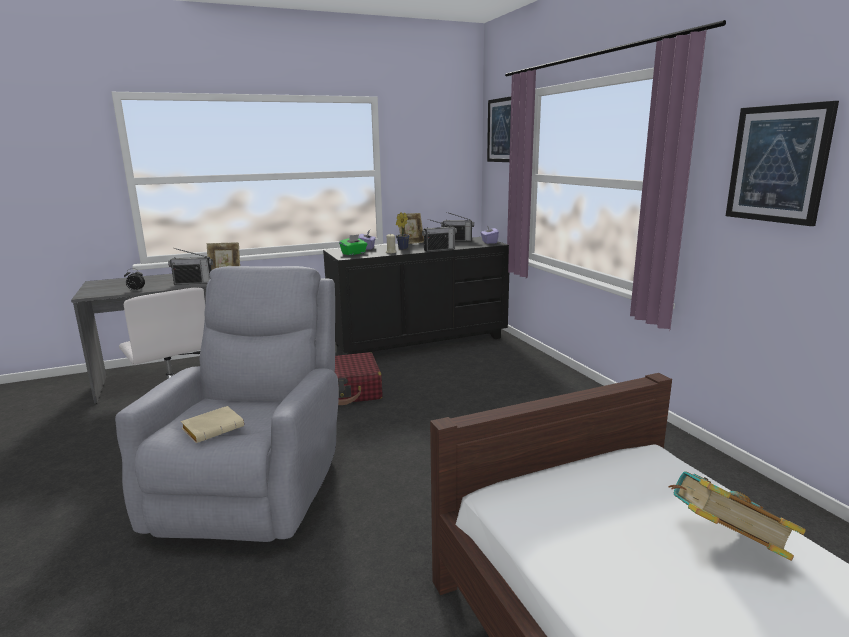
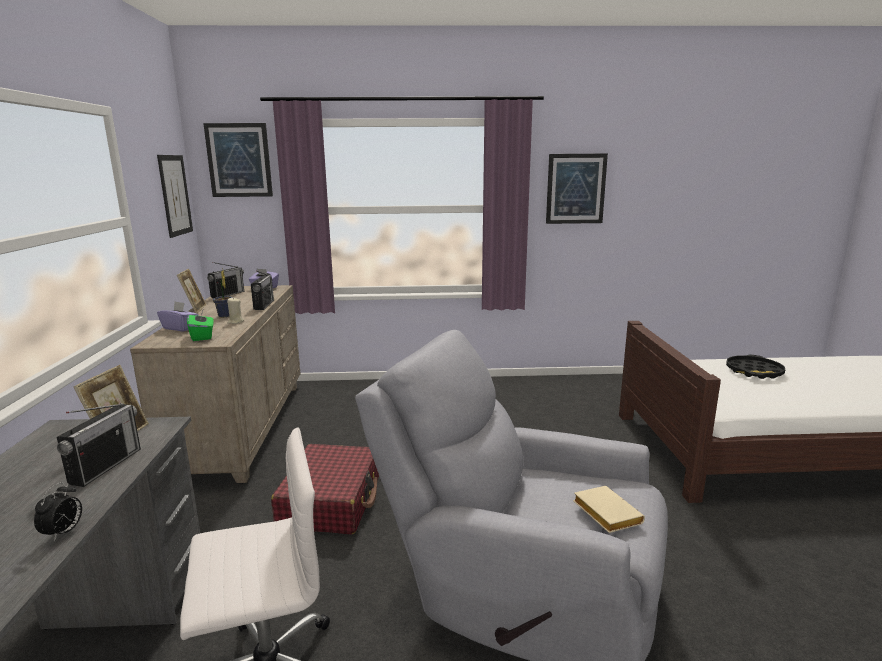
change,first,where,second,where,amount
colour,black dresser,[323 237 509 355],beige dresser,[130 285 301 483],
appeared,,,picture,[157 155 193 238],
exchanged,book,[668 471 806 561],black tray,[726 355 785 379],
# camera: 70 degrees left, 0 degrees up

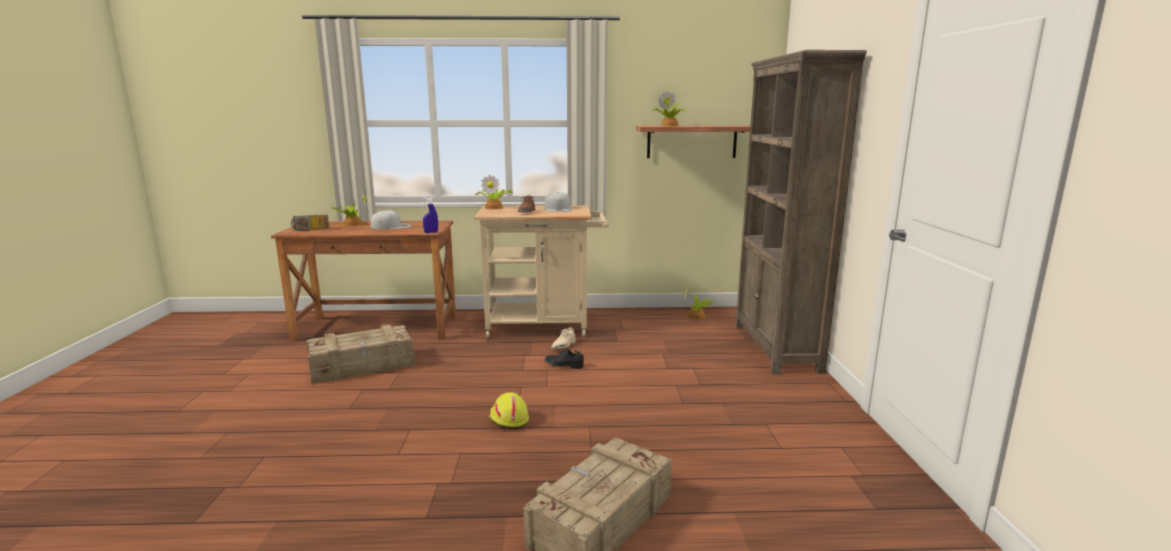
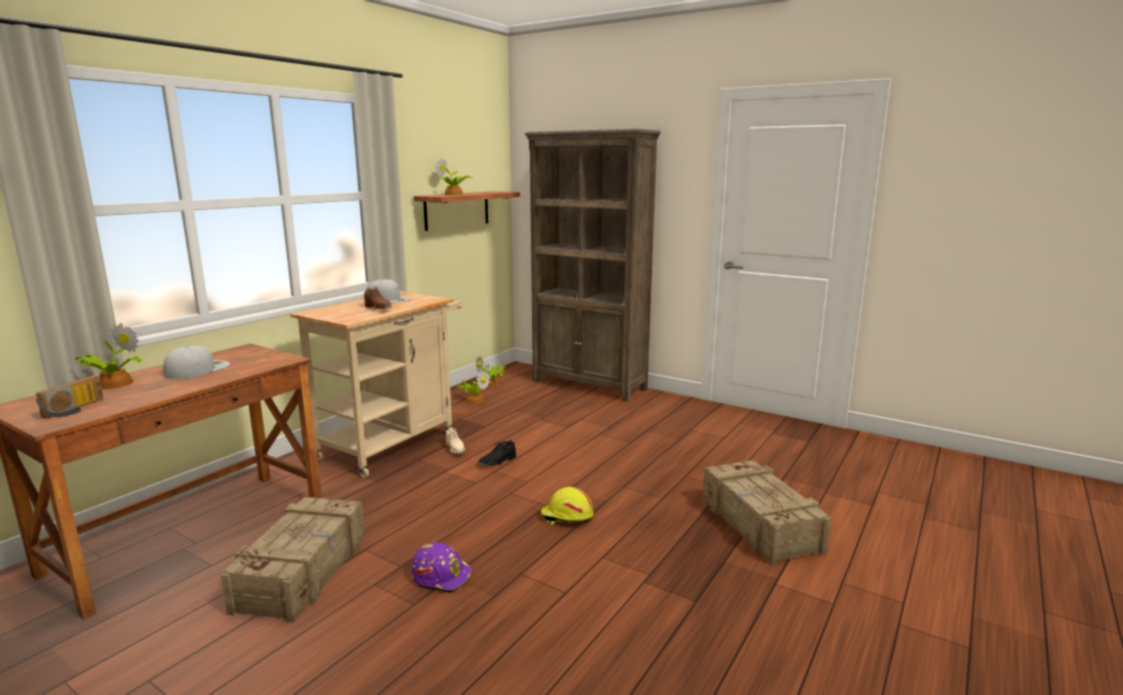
change,first,where,second,where,amount
appeared,,,purple hard hat,[411 542 472 593],
relocated,potted plant,[476 175 514 209],,[457 371 490 404],
missing,blue spray bottle,[423 197 438 233],,,
# camera: 55 degrees left, 0 degrees up

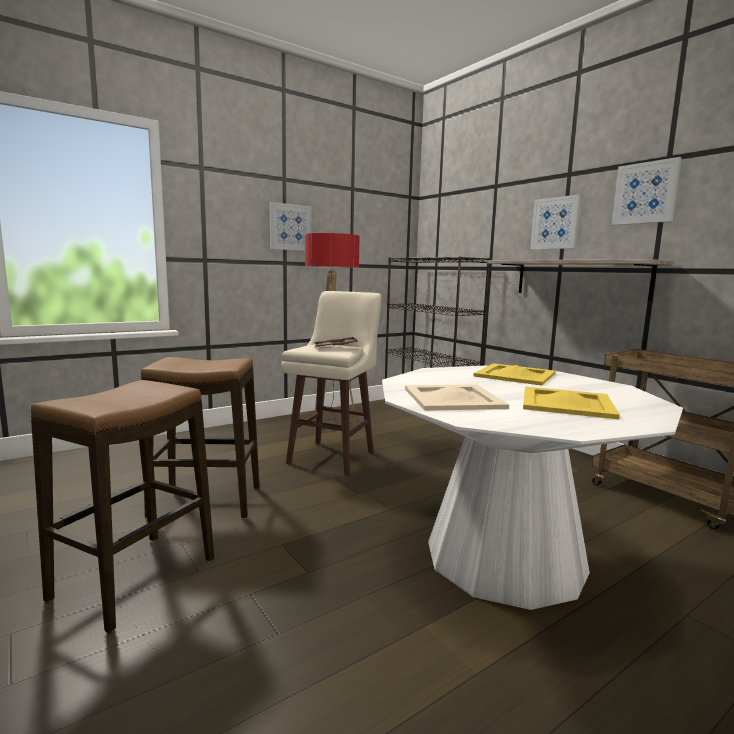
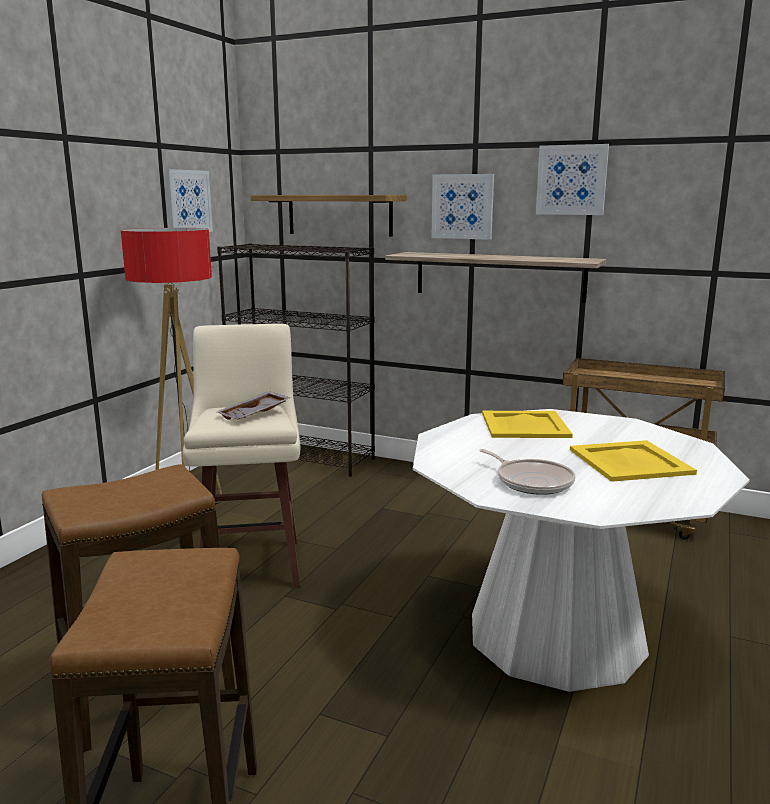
change,first,where,second,where,amount
relocated,picture,[270 202 311 251],,[165 169 213 232],
appeared,,,shelf,[251 195 407 236],
exchanged,beige tray,[405 385 509 410],frying pan,[479 449 575 495],
# camera: 30 degrees left, 5 degrees up

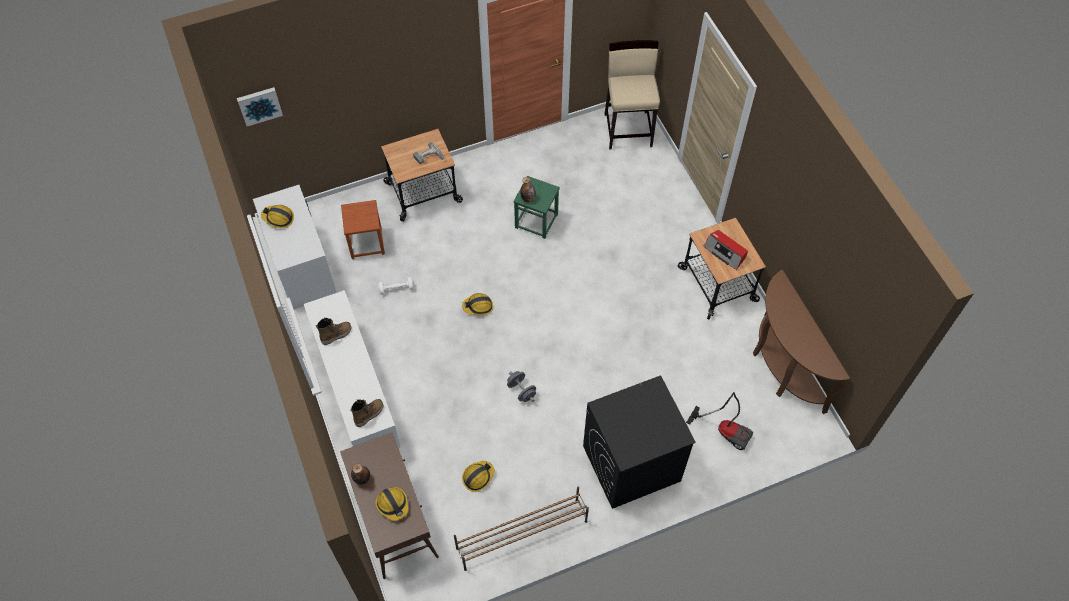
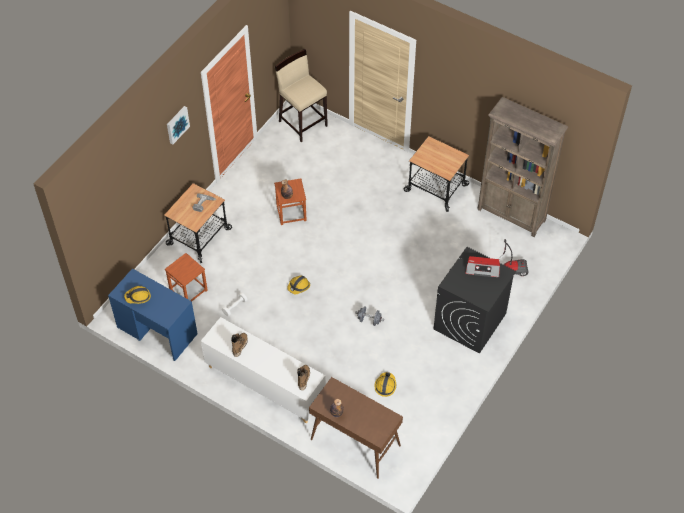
change,first,where,second,where,amount
colour,white desk,[253 185 337 309],blue desk,[108 268 198 361],
relocated,picture,[237 87 283 126],,[167 106 190 145],
colour,green stool,[513 176 560 239],brown stool,[274 179 307 225],
relocated,radio,[704 230 748 270],,[465 256 500 277],
exchanged,brown console table,[753 270 850 414],brown bookcase,[477 97 568 237],
missing,hard hat,[375 487 409 521],,,
missing,brown shoe rack,[454 486 589 571],,,
# camera: 35 degrees left, 5 degrees down

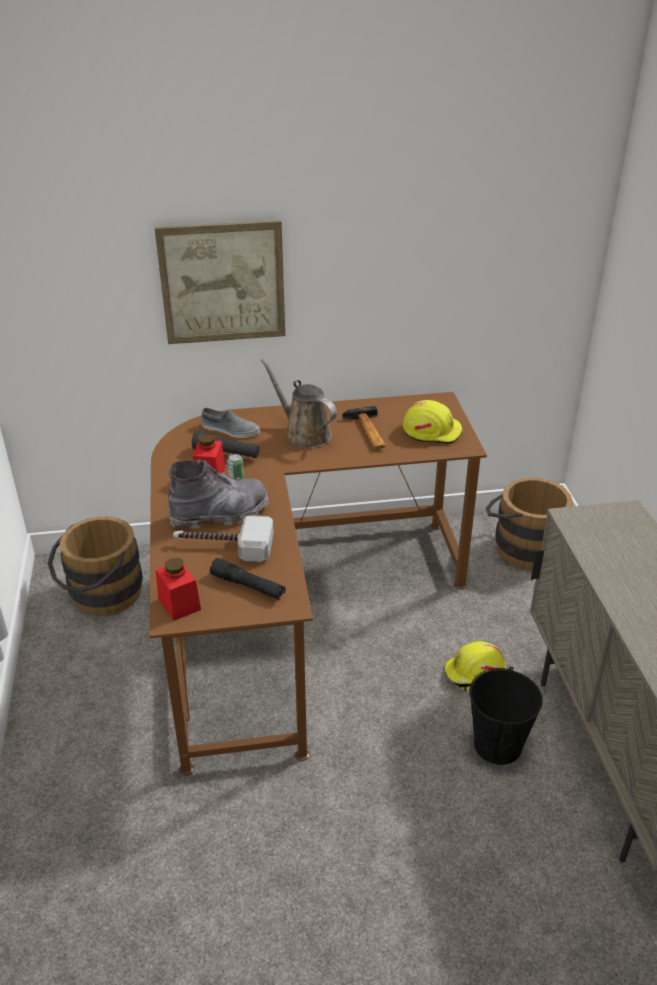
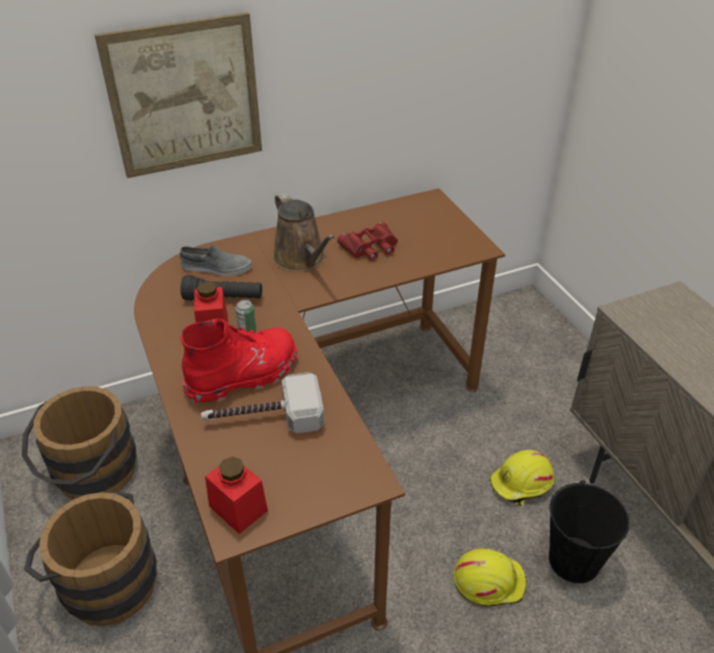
change,first,where,second,where,amount
relocated,brown bucket,[485 477 573 571],,[24 491 157 626],
colour,grey boot,[168 460 268 529],red boot,[181 319 297 404],
spun,brown watering can,[261 359 337 448],,[273 193 335 272],150 degrees counterclockwise
exchanged,hammer,[342 406 386 449],red binoculars,[337 221 398 261],
relocated,yellow hard hat,[403 400 462 444],,[453 548 527 606],
missing,black flashlight,[210 558 286 600],,,
# camera: 15 degrees left, 5 degrees up

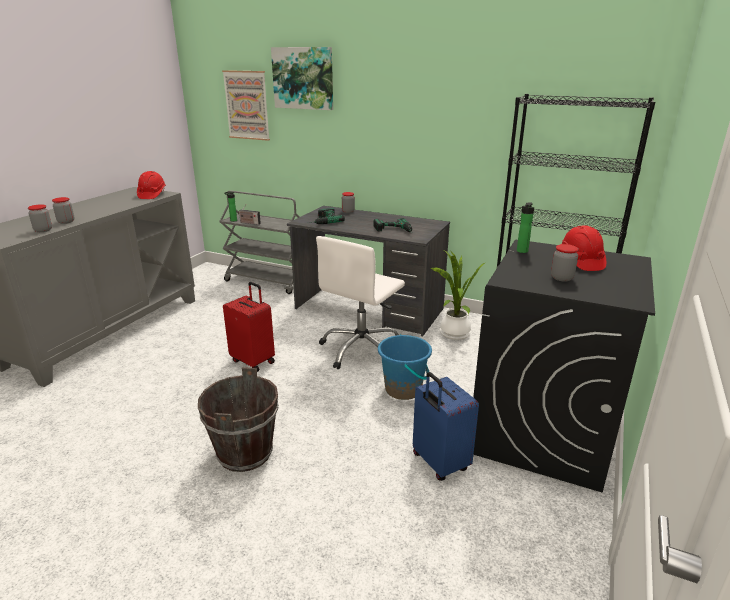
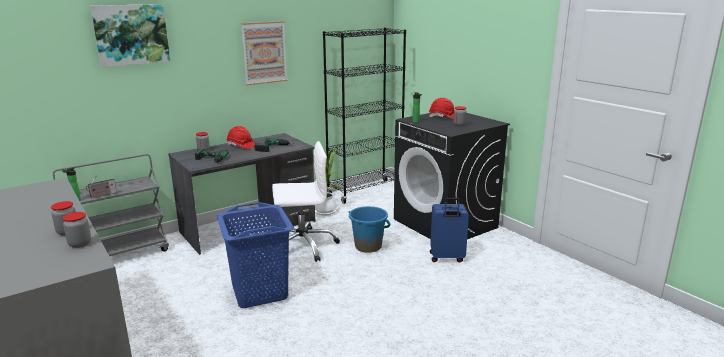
change,first,where,second,where,amount
exchanged,red suitcase,[223 282 275 372],blue laundry basket,[216 202 294 308],
relocated,red hard hat,[137 171 166 199],,[227 126 255 149],
relocated,picture,[222 70 270 141],,[241 21 287 85],
spun,white office chair,[316 236 405 369],,[271 141 340 262],75 degrees counterclockwise
missing,brown bucket,[198 367 279 472],,,
# camera: 60 degrees left, 5 degrees down

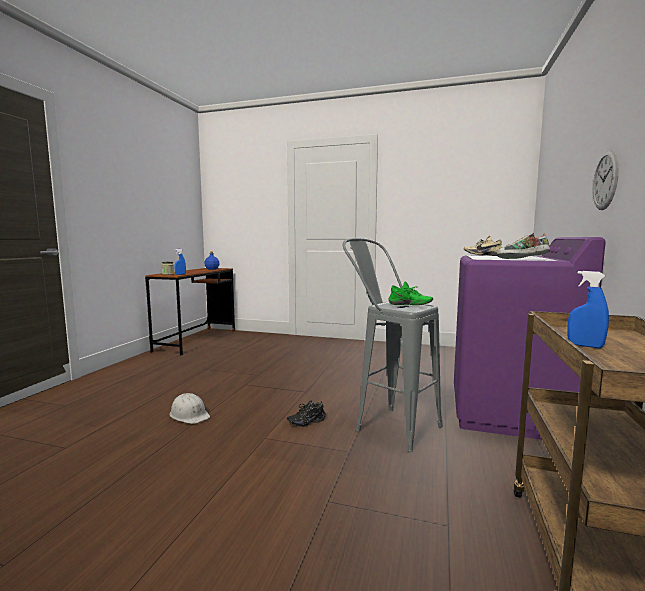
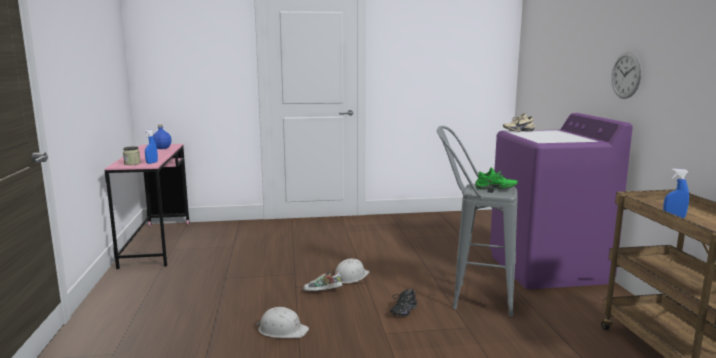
change,first,where,second,where,amount
colour,brown desk,[145 268 235 355],pink desk,[105 144 190 269],
relocated,shoe,[497 233 550 259],,[303 271 343 291],
appeared,,,white hard hat,[335 259 370 283],
# camera: 25 degrees left, 5 degrees up

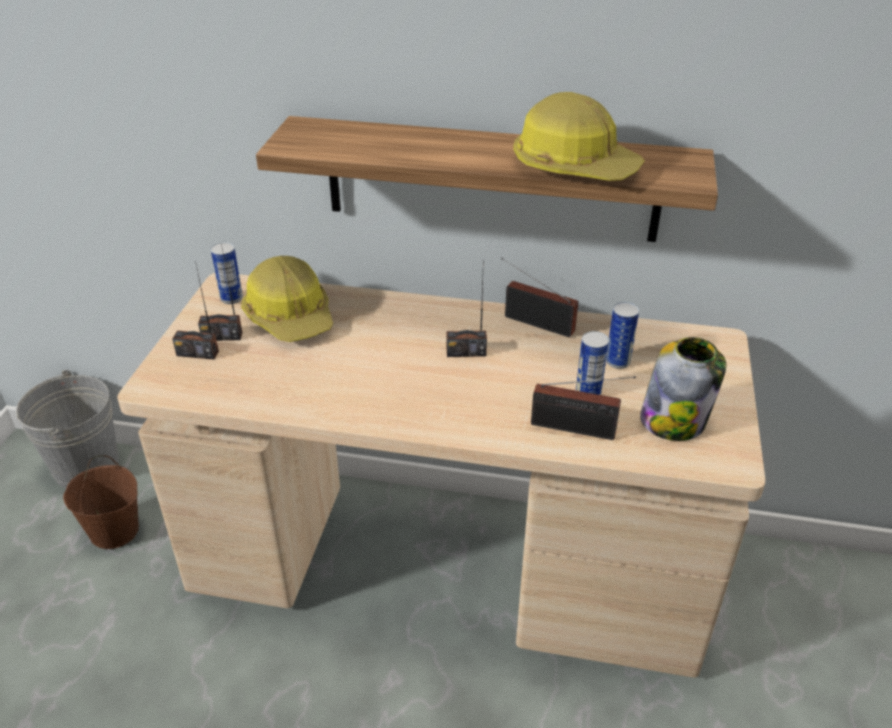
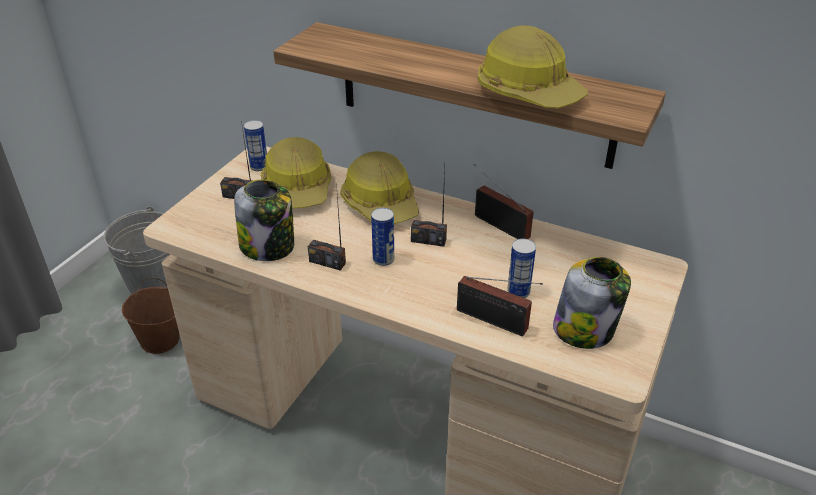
change,first,where,second,where,amount
appeared,,,jar,[234 180 294 261],
relocated,radio,[172 261 219 360],,[308 183 346 270],
appeared,,,hard hat,[340 151 419 224],
relocated,can,[606 302 639 369],,[371 208 394 266],
# camera: 15 degrees right, 0 degrees up

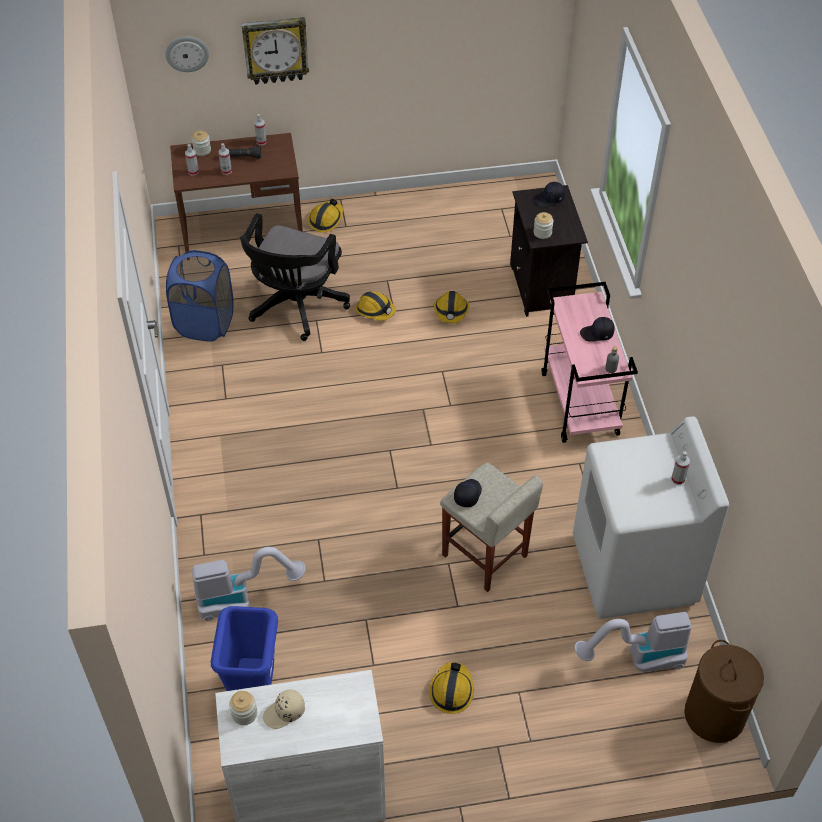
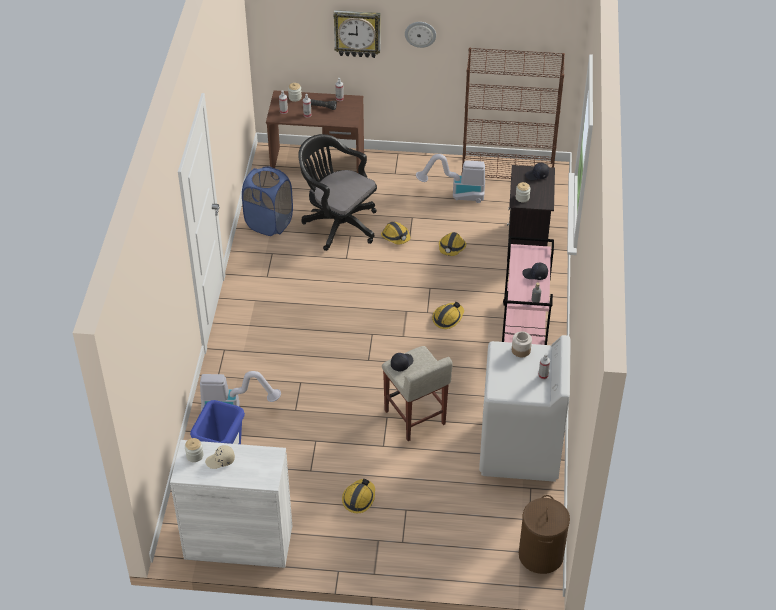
change,first,where,second,where,amount
spun,black office chair,[240 213 350 341],,[298 134 377 251],90 degrees clockwise
relocated,wall clock,[165 36 209 72],,[405 22 436 48],
relocated,vacuum cleaner,[574 612 692 672],,[416 154 485 203],
relocated,hard hat,[308 199 343 232],,[432 302 464 329],
appeared,,,brown bookcase,[462 48 565 179],
appeared,,,jar,[512 331 532 357],
# camera: 15 degrees right, 5 degrees down

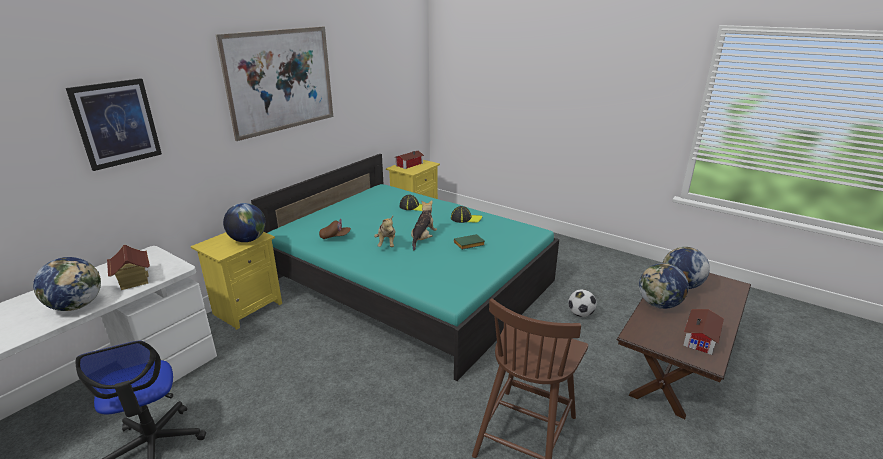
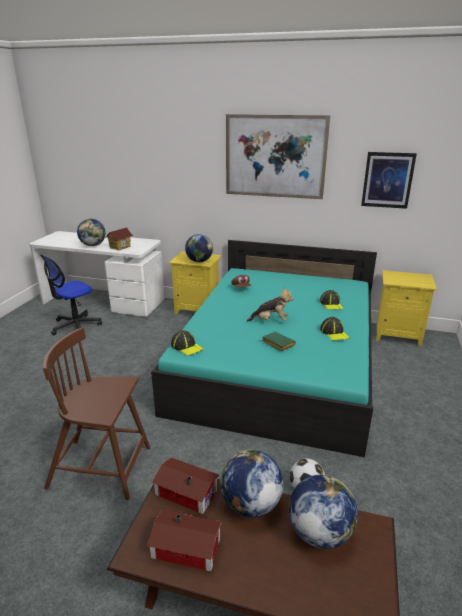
change,first,where,second,where,amount
relocated,toy house,[395 150 424 169],,[151 458 219 514],
appeared,,,cap,[171 330 203 356],
relocated,picture,[66 78 162 171],,[361 152 417 209],
missing,plush toy,[374 216 395 247],,,
# camera: 70 degrees right, 0 degrees up

